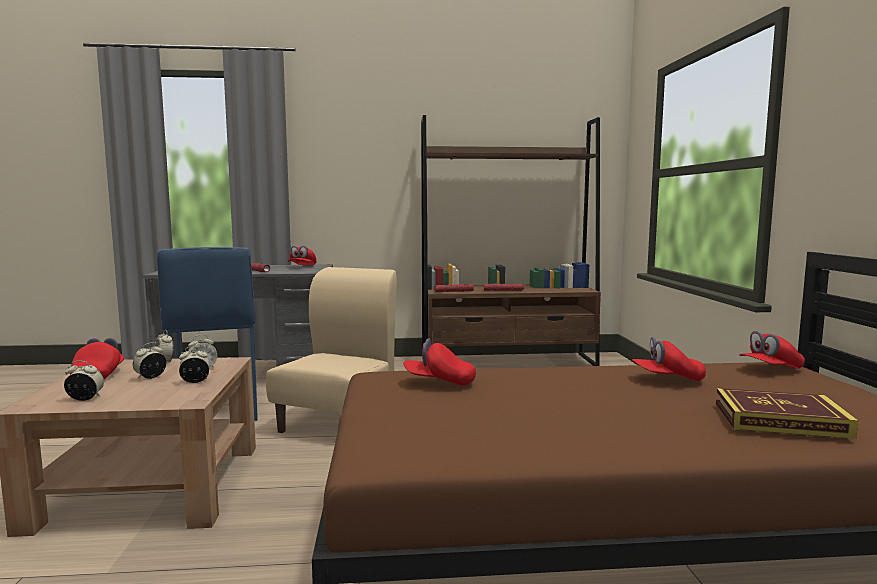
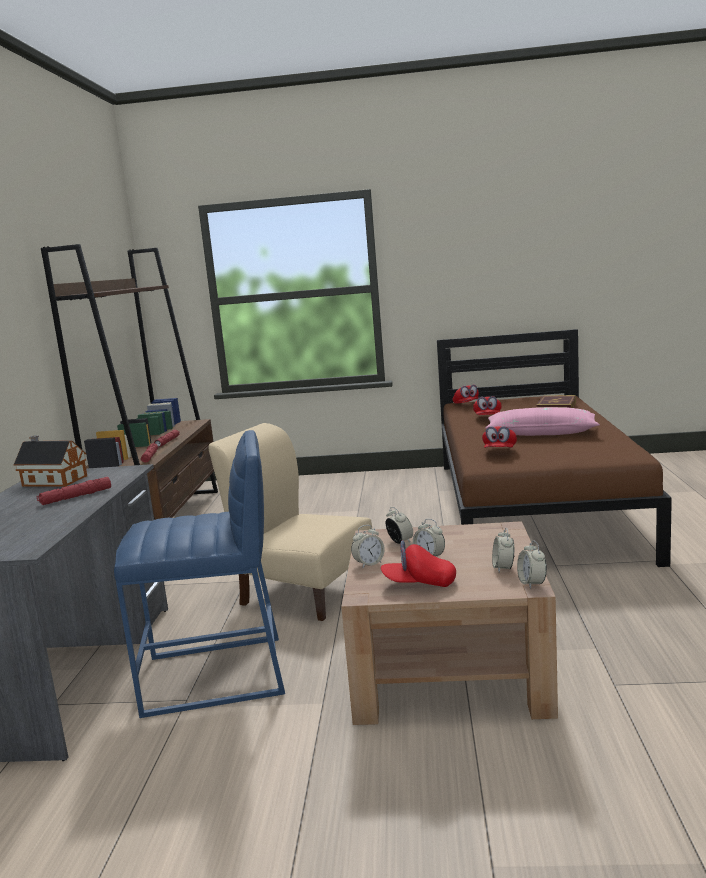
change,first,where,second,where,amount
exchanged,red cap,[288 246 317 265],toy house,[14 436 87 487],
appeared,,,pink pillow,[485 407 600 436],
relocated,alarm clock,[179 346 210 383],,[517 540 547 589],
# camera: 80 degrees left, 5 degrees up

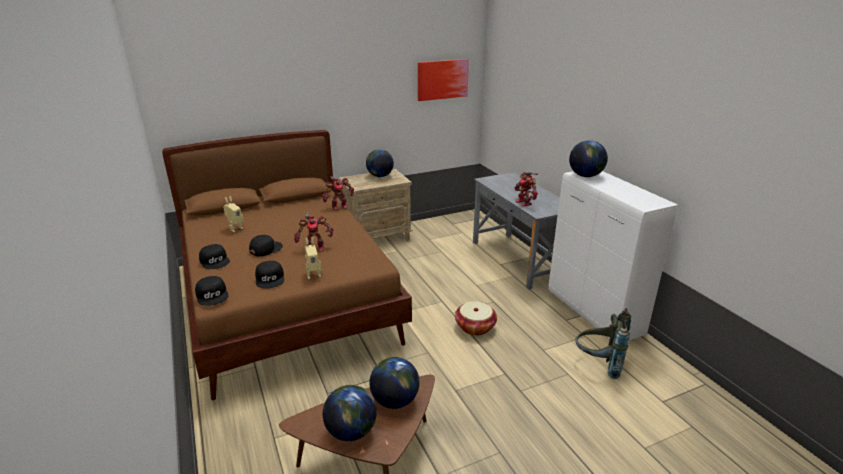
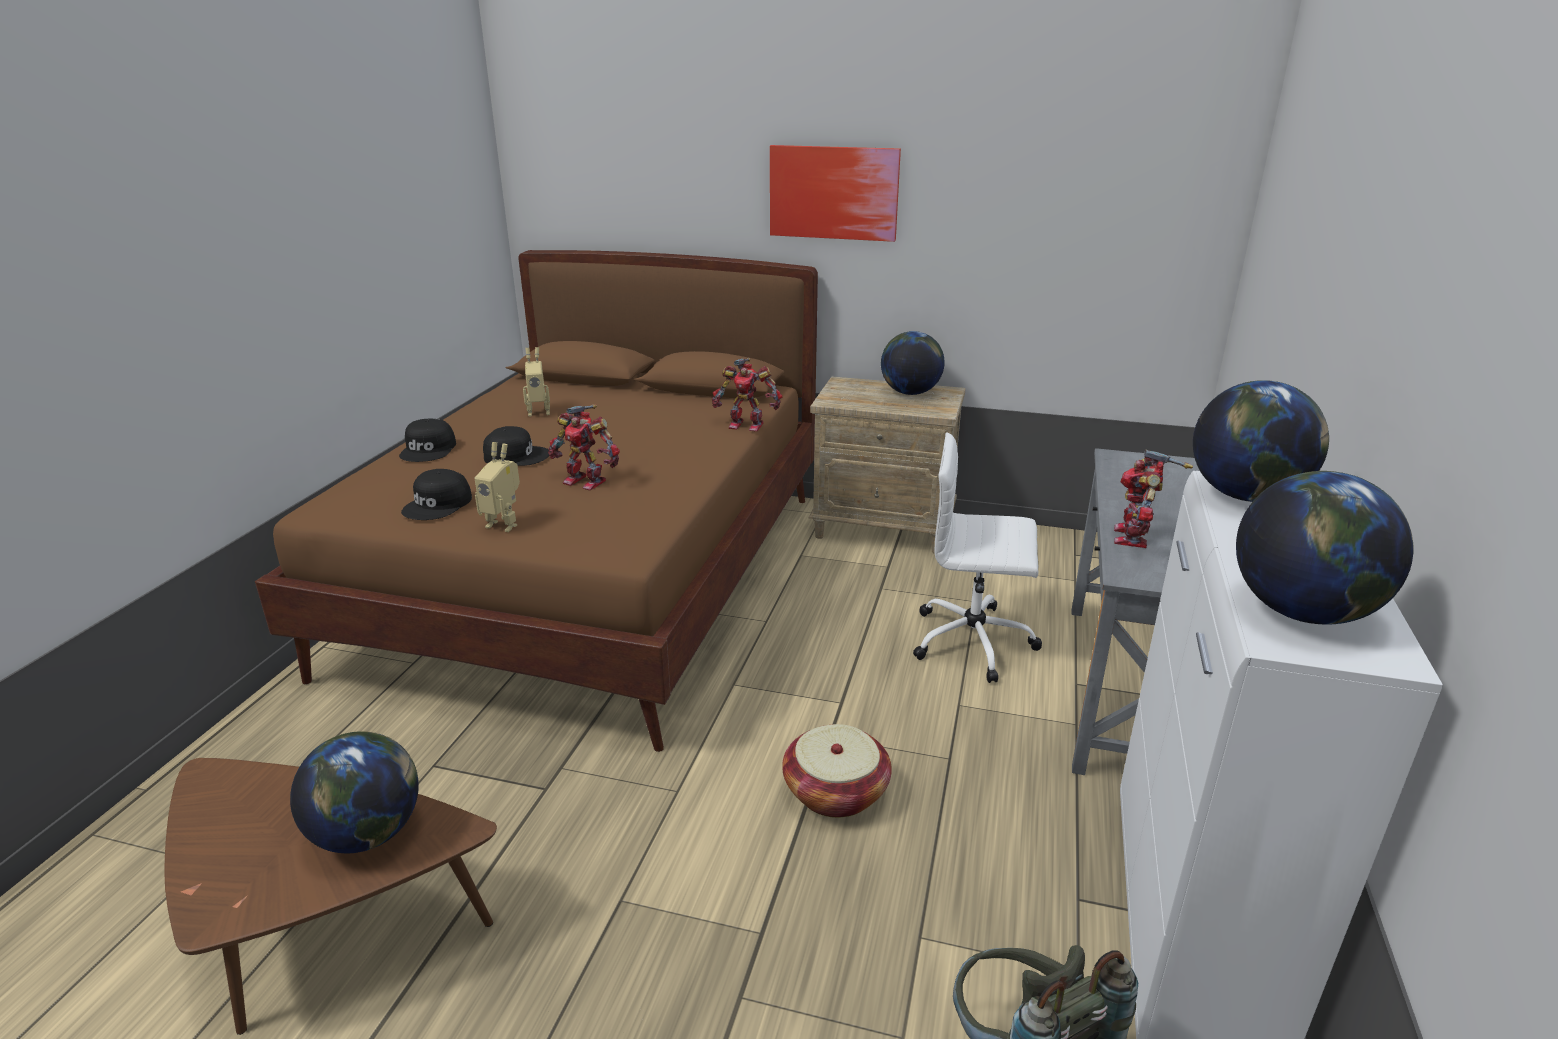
change,first,where,second,where,amount
relocated,picture,[418 59 469 101],,[770 145 901 242],
appeared,,,white office chair,[913 432 1042 683],
relocated,globe,[323 385 377 441],,[1236 471 1414 625],
missing,black cap,[195 276 229 306],,,
# camera: 40 degrees right, 0 degrees up

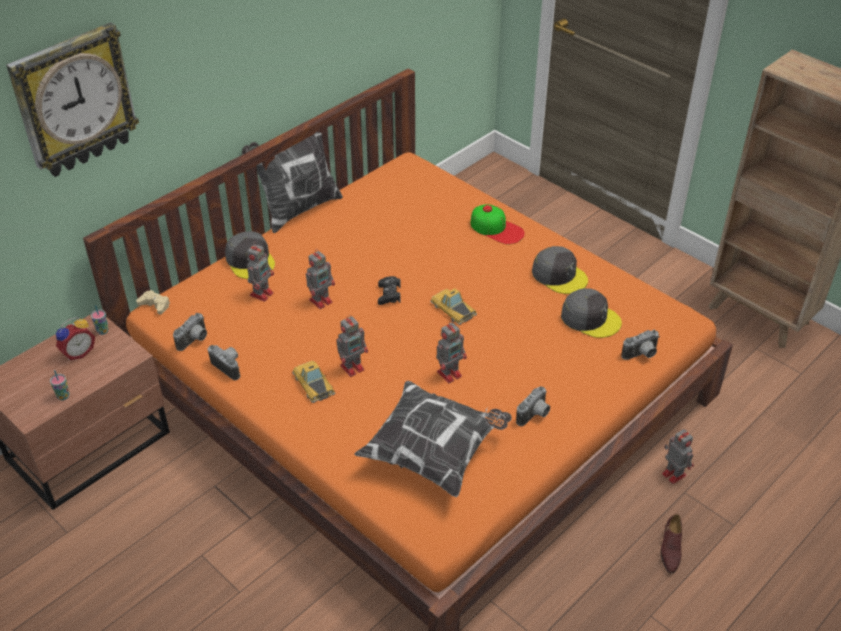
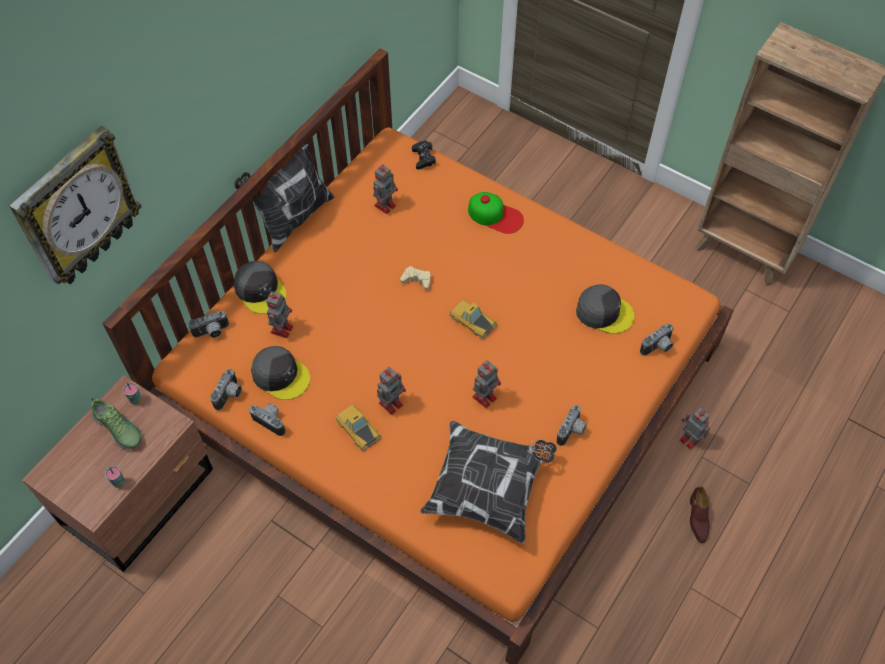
change,first,where,second,where,amount
exchanged,alarm clock,[56 317 95 360],shoe,[90 397 142 449],
appeared,,,photo camera,[189 311 229 338],
relocated,grey cap,[532 246 588 294],,[251 346 310 400],
relocated,toy robot,[306 249 335 309],,[373 164 398 214],
relocated,beige game controller,[136 290 170 314],,[400 266 431 290],
relocated,black game controller,[378 276 401 305],,[412 141 436 170],
# camera: 10 degrees left, 15 degrees up

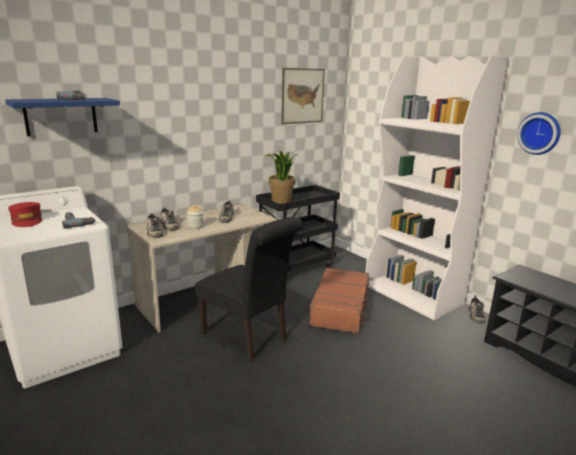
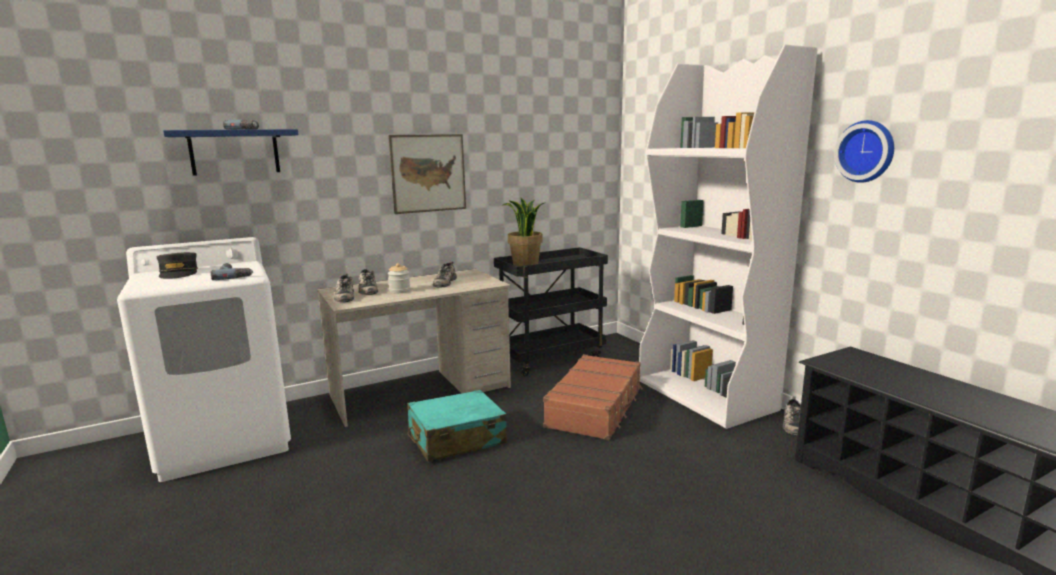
change,first,where,second,where,amount
colour,red cap,[8 202 42 227],grey cap,[157 252 198 279],
relocated,picture,[281 68 325 124],,[388 134 466 214],
exchanged,black chair,[195 217 303 362],turquoise suitcase,[407 390 507 462],
# camera: 10 degrees right, 5 degrees down

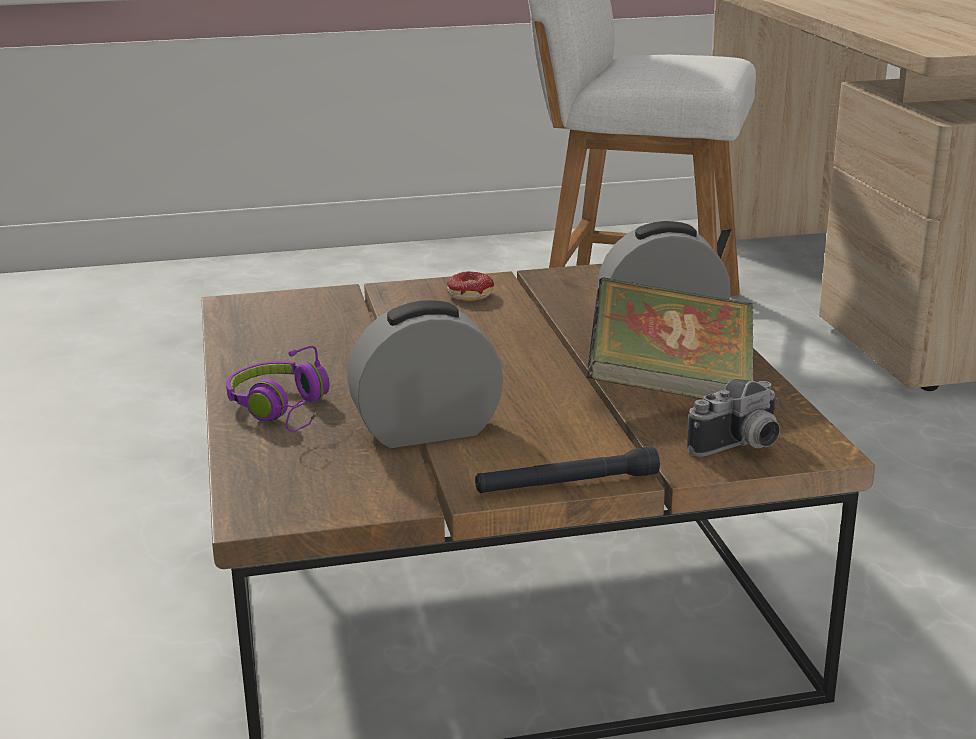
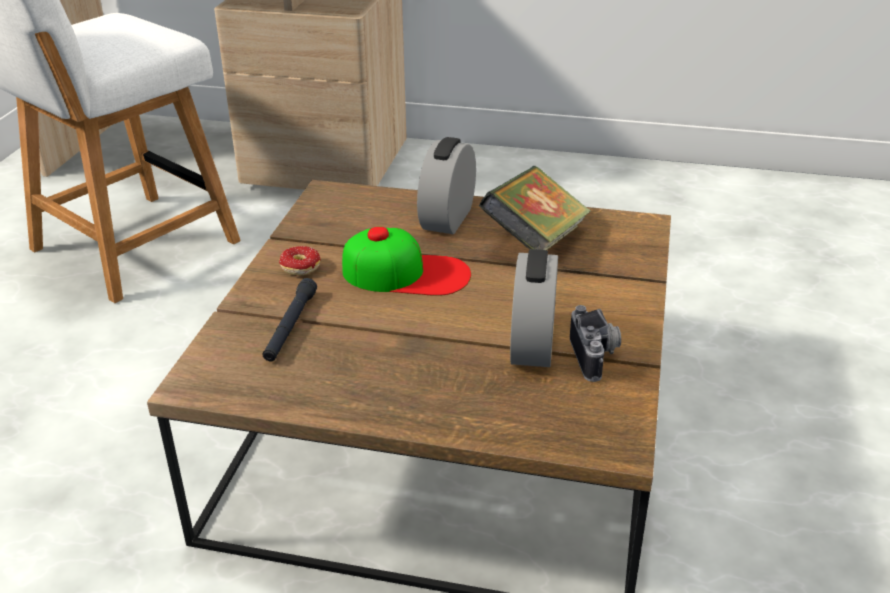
change,first,where,second,where,amount
relocated,black flashlight,[475 447 660 493],,[262 278 317 361],
appeared,,,cap,[342 226 471 296],
relocated,photo camera,[687 379 780 457],,[570 305 621 382],
missing,purple headphones,[226 346 330 432],,,
# camera: 65 degrees left, 10 degrees up

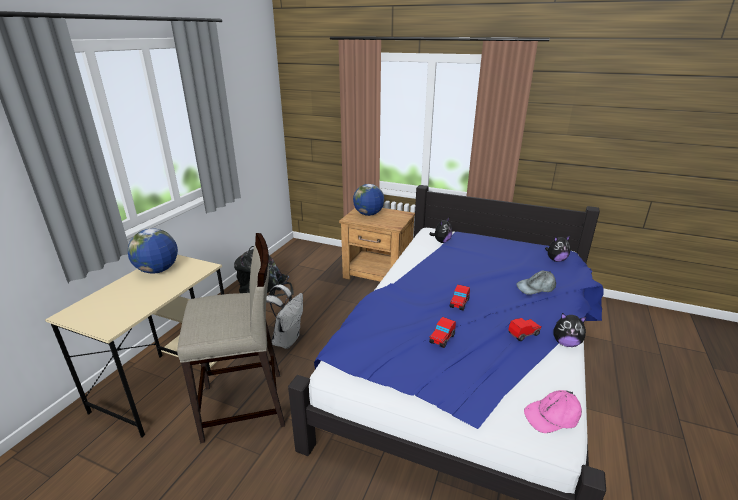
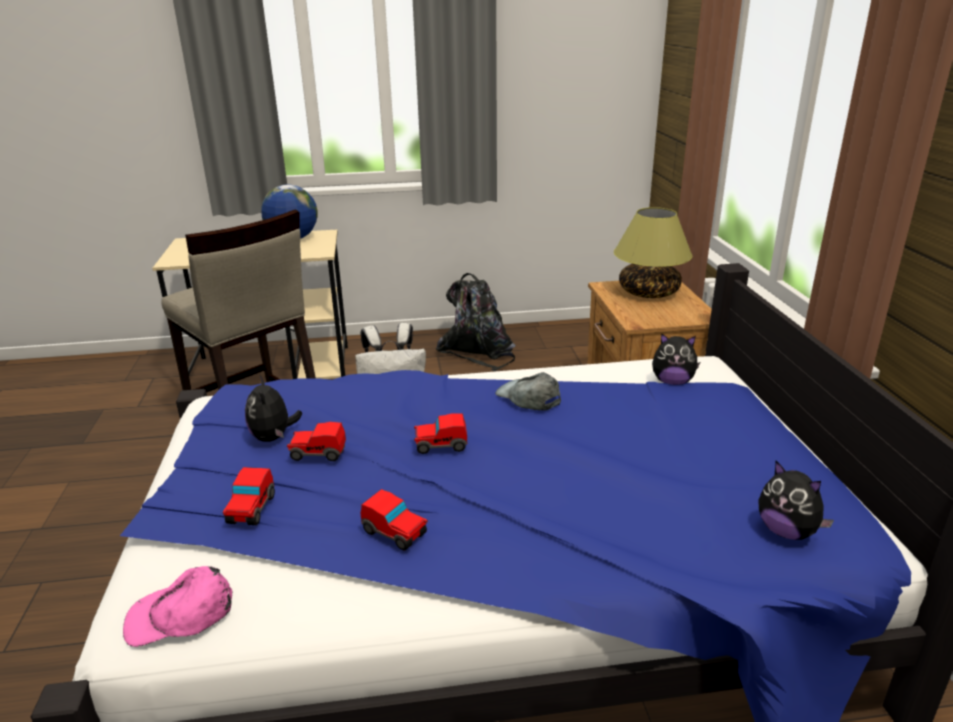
change,first,where,second,where,amount
spun,pink cap,[524 390 582 433],,[123 566 232 647],60 degrees counterclockwise
appeared,,,toy car,[223 467 275 525],
relocated,plush toy,[553 313 586 347],,[245 376 302 442],
relocated,grey cap,[516 271 556 295],,[495 372 561 410],
exchanged,globe,[353 184 384 216],table lamp,[614 207 693 298],
# camera: 60 degrees right, 0 degrees up

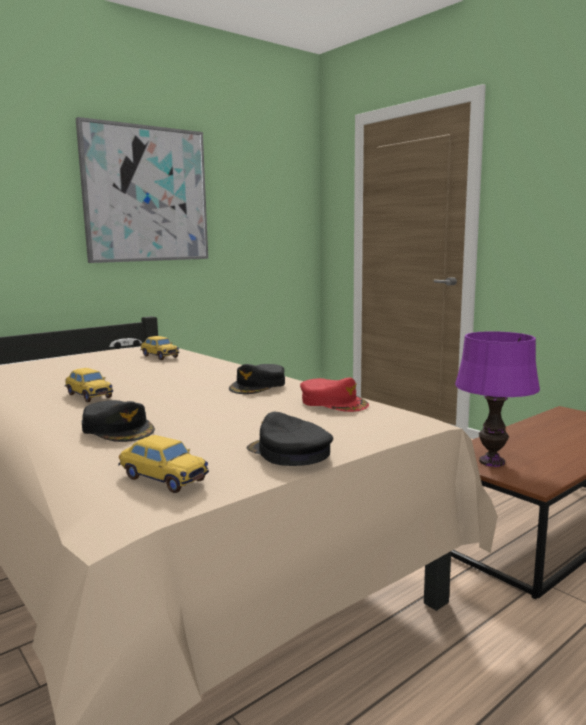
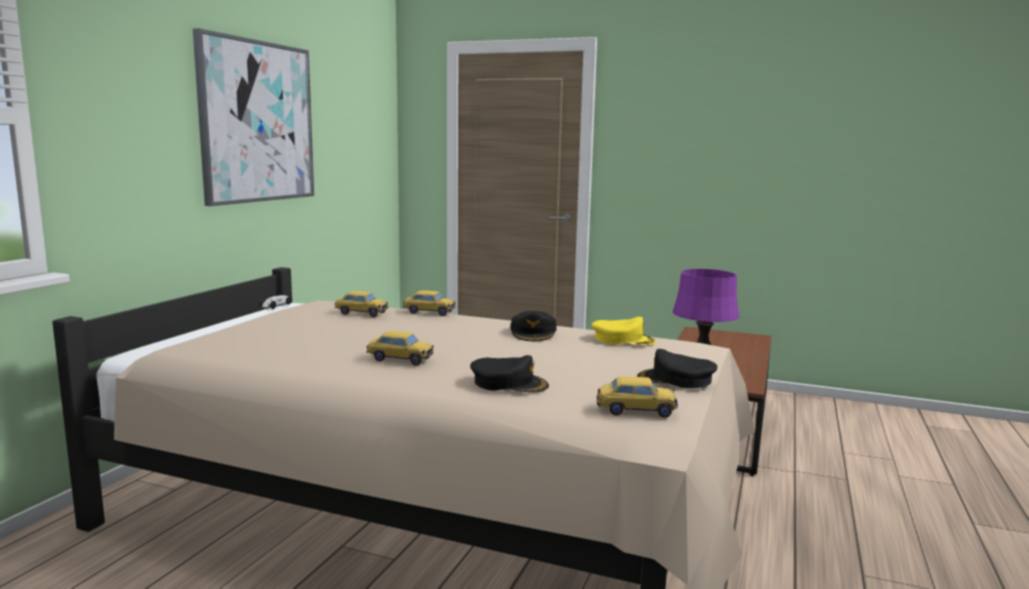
change,first,where,second,where,amount
appeared,,,toy car,[403 290 455 316],
colour,red cap,[300 377 369 412],yellow cap,[592 317 656 345],
# camera: 30 degrees left, 0 degrees up

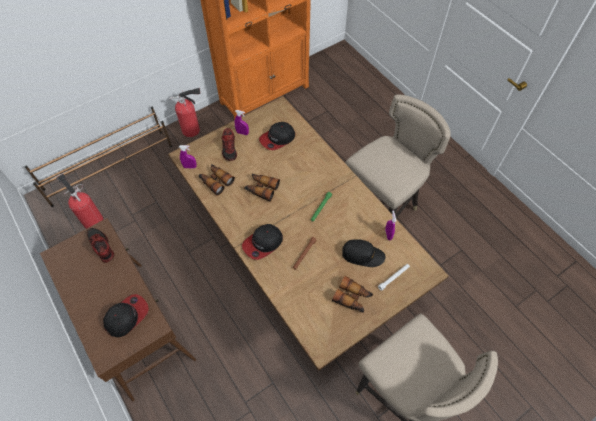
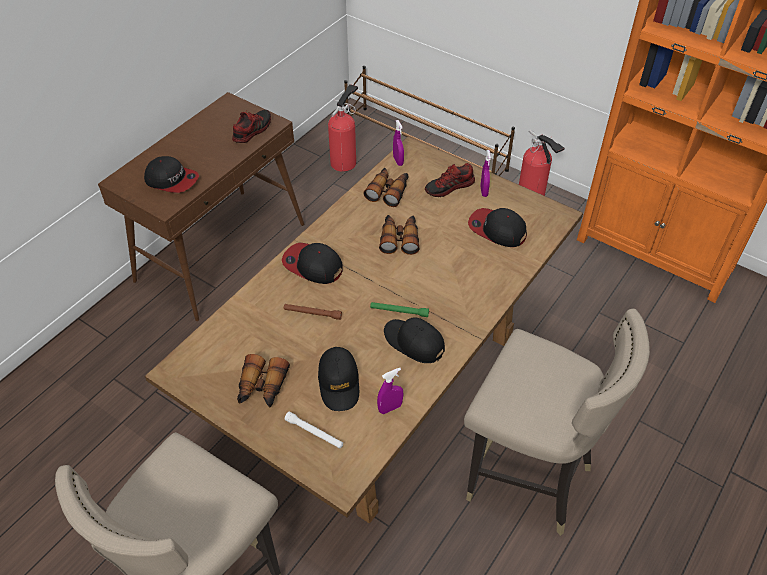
change,first,where,second,where,amount
appeared,,,black cap,[384 317 445 363],
# camera: 70 degrees right, 10 degrees down

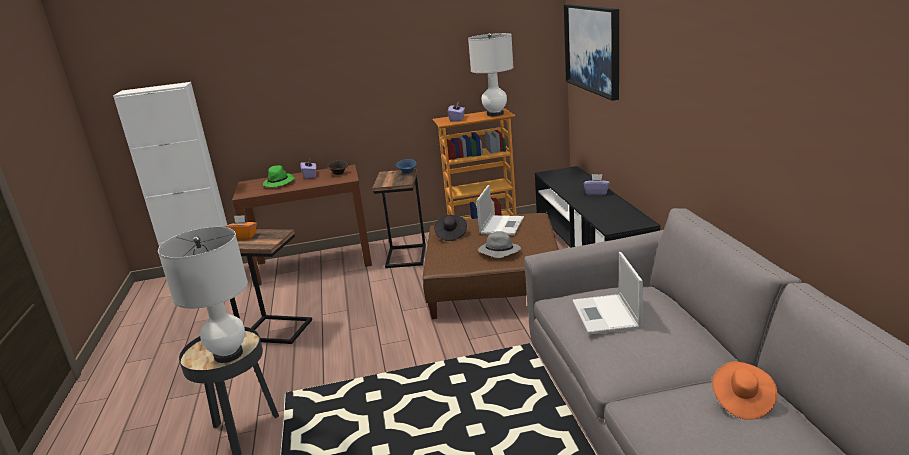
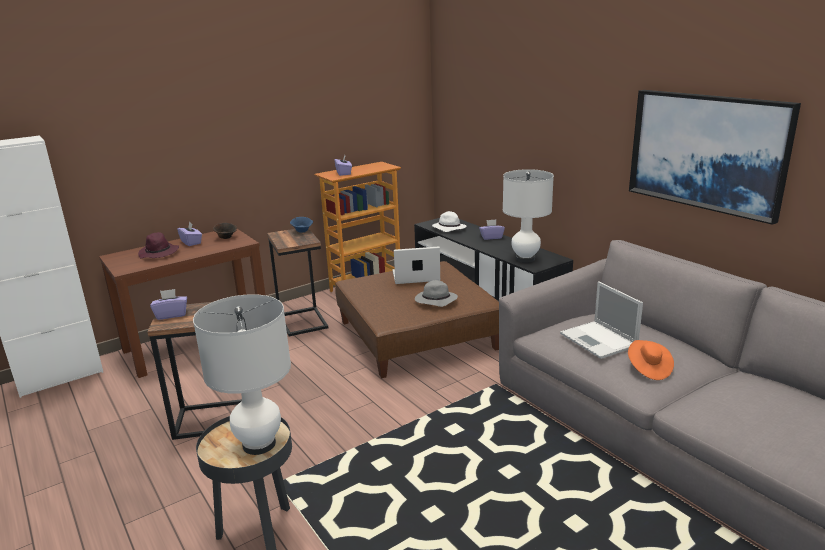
change,first,where,second,where,amount
colour,green hat,[263 165 295 187],purple hat,[138 232 179 258],
colour,orange tissue box,[223 215 257 240],purple tissue box,[150 289 187 320],
spun,laptop,[476 185 524 235],,[393 247 440 284],90 degrees counterclockwise
appeared,,,white hat,[432 211 467 232],
relocated,white table lamp,[468 33 514 116],,[503 169 554 263],
relocated,orange hat,[712 361 778 420],,[628 340 674 380],
relocated,picture,[564 4 619 101],,[629 90 801 225],
missing,black hat,[434 215 467 241],,,
# camera: 25 degrees left, 0 degrees up

